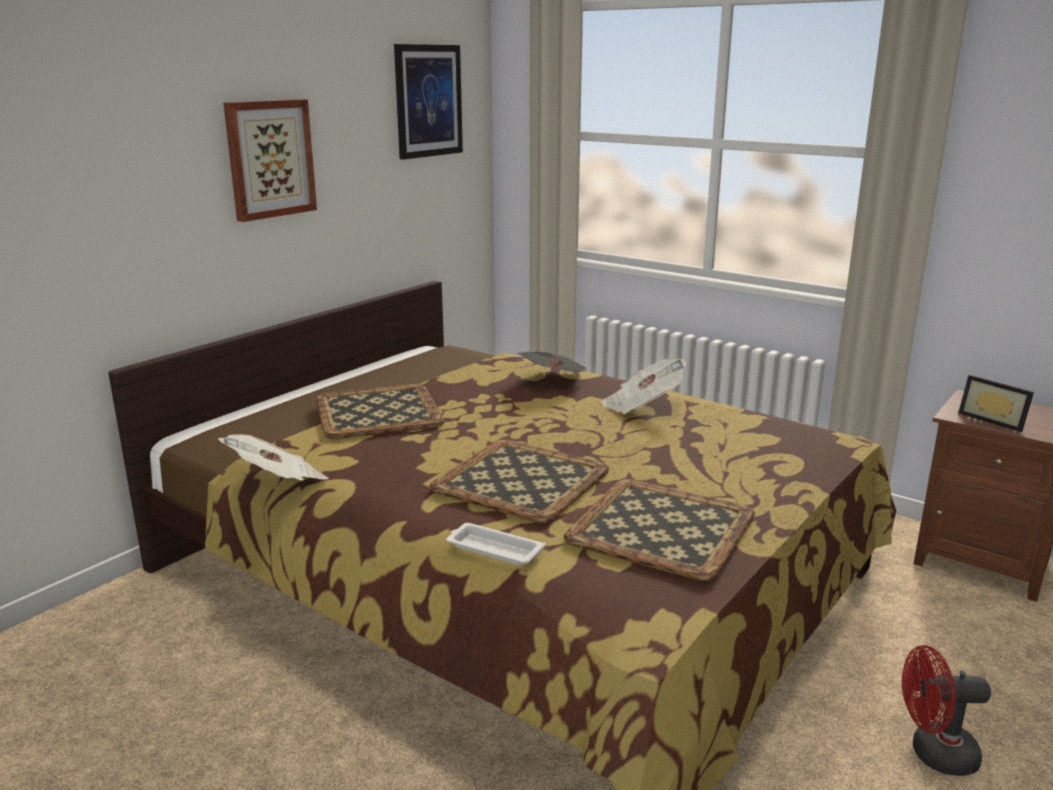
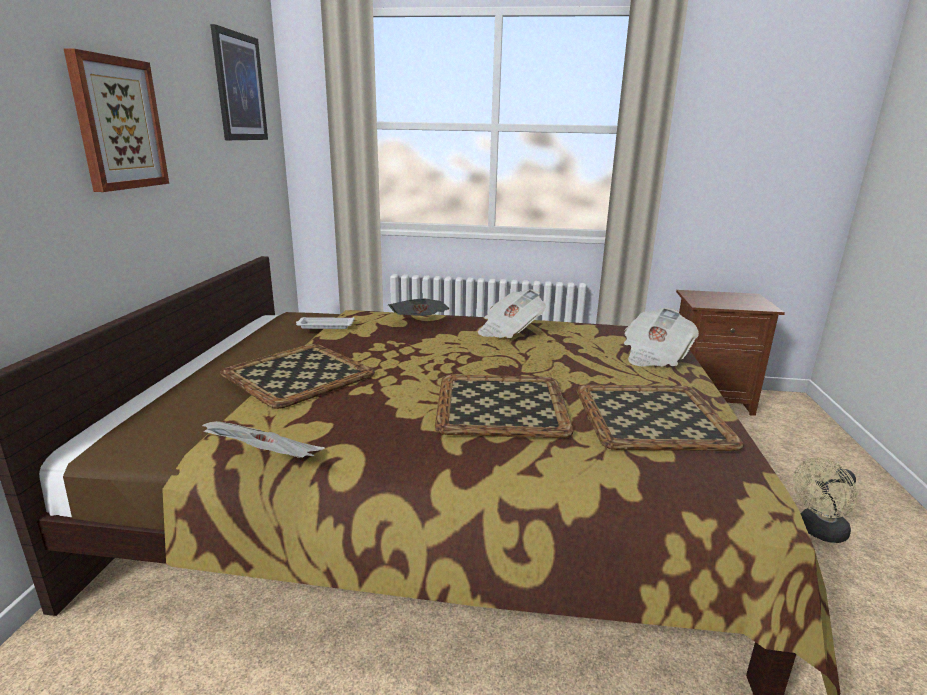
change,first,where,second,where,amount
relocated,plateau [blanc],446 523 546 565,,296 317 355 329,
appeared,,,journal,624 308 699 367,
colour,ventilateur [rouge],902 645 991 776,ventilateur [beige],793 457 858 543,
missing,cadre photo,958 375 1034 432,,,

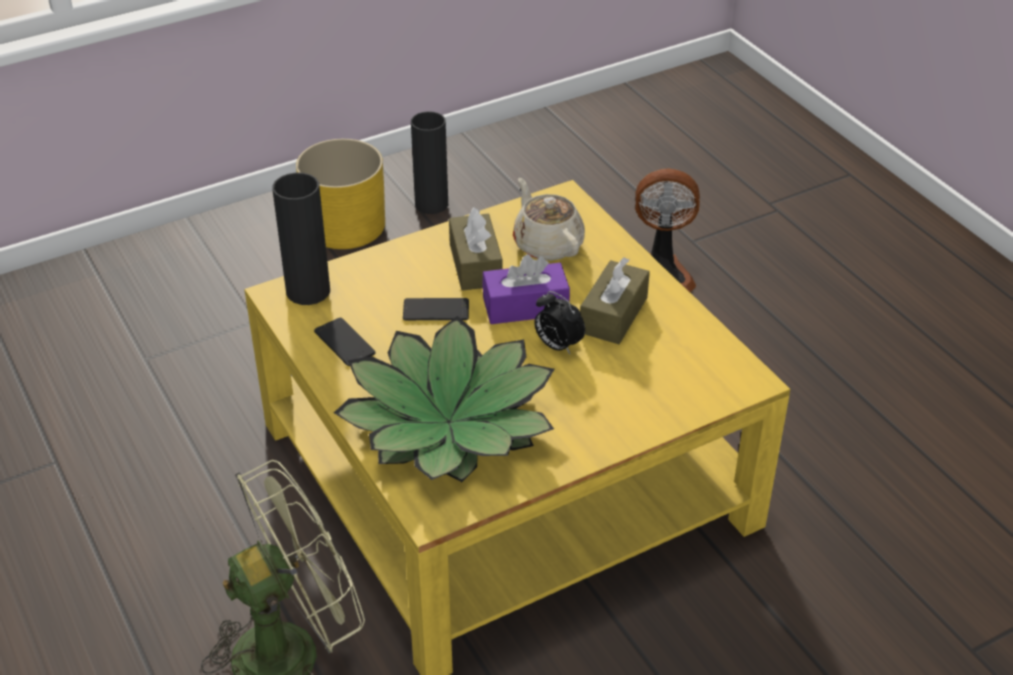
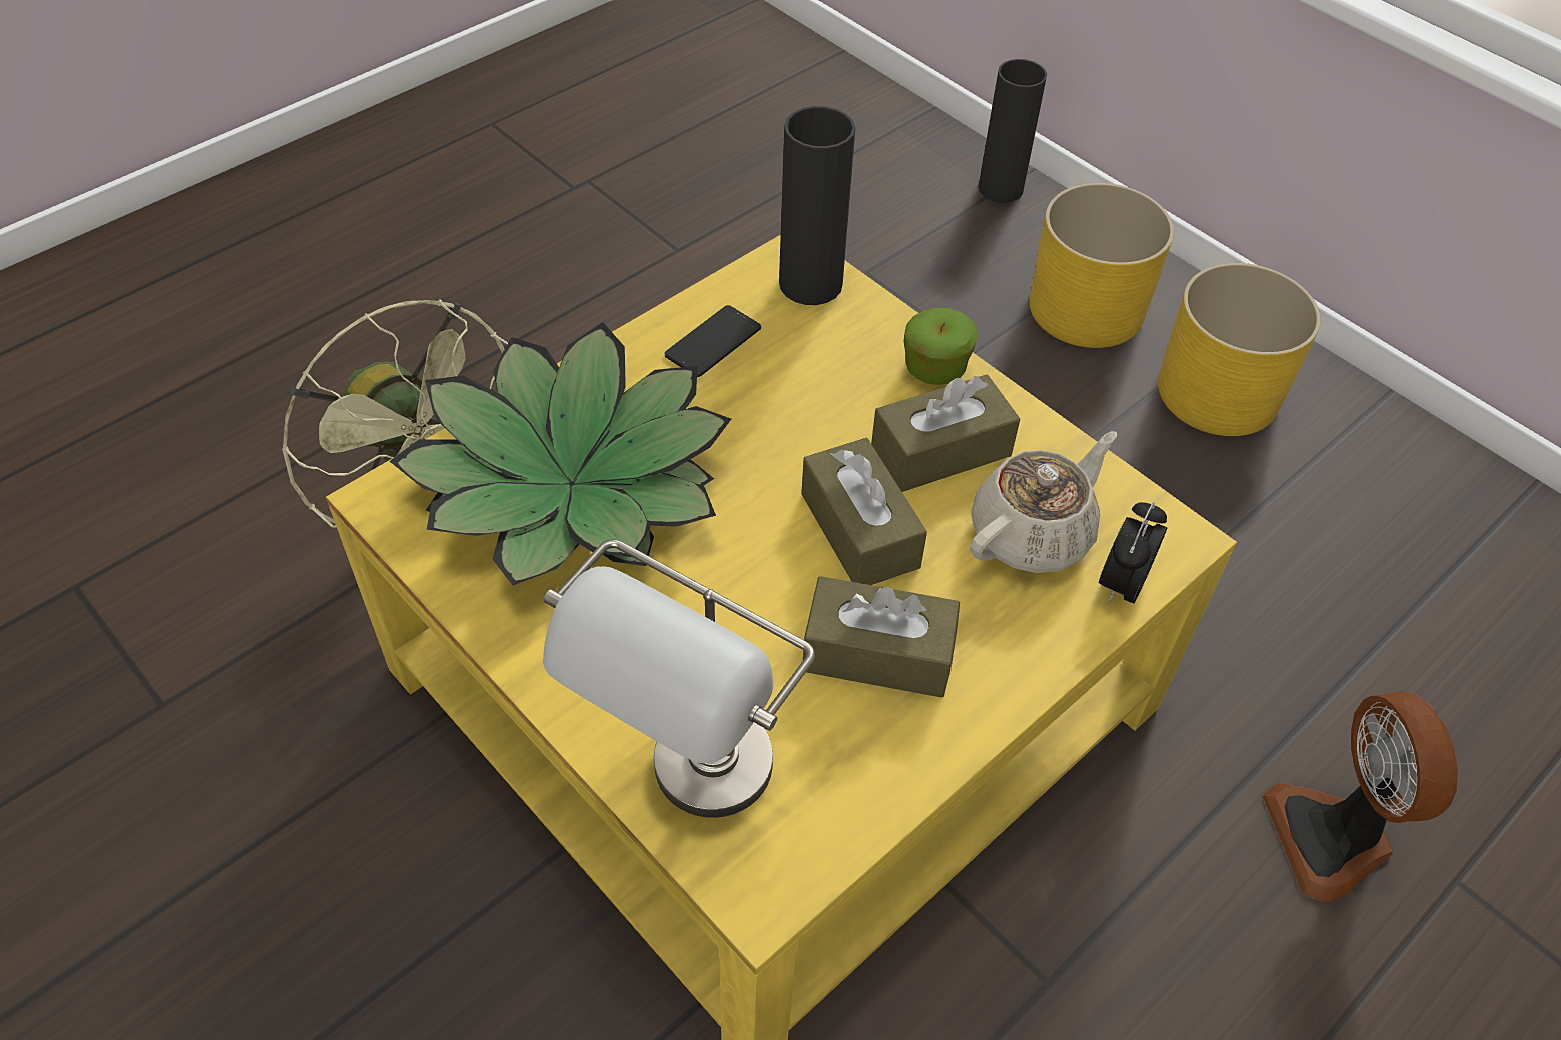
change,first,where,second,where,amount
appeared,,,lampe de table [gris],543 539 815 818,
colour,boîte à mouchoirs [violet],482 254 570 324,boîte à mouchoirs [marron],801 438 927 585,
appeared,,,pomme,903 308 978 385,
relocated,vase [noir],411 111 448 214,,978 59 1047 203,
appeared,,,cache-pot [jaune],1029 183 1174 348,
relocated,réveil,534 291 585 354,,1099 502 1168 604,
missing,téléphone,403 298 469 320,,,

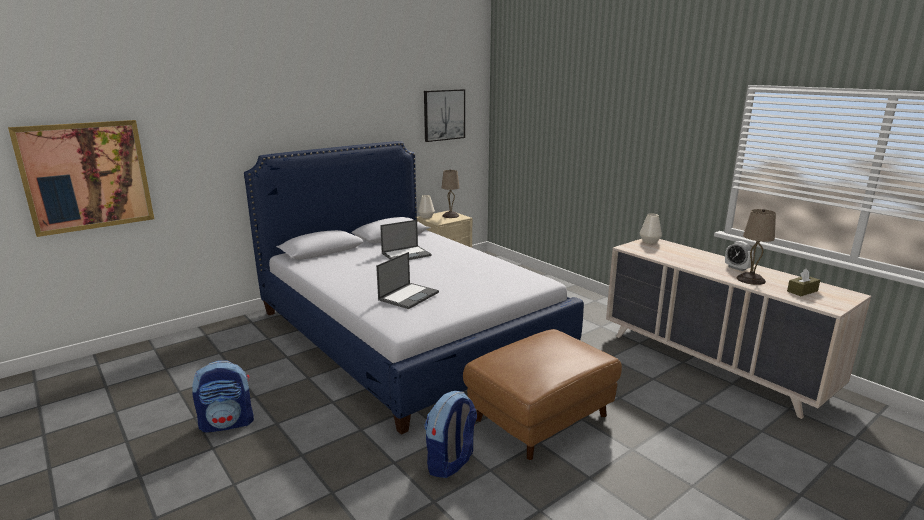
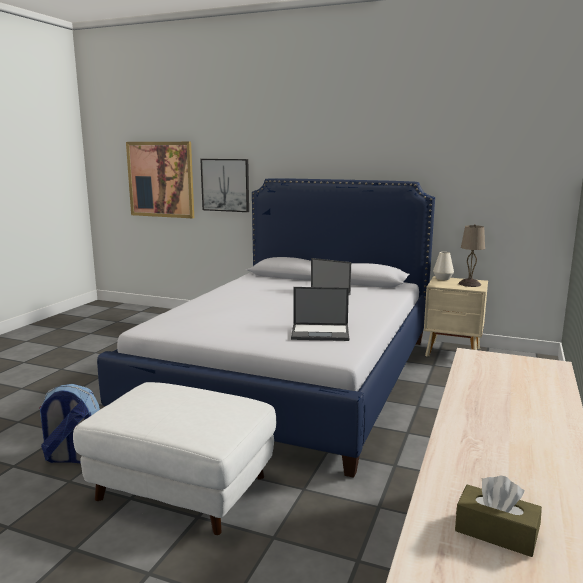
change,first,where,second,where,amount
colour,pouf [marron],463 329 622 460,pouf [blanc],73 382 276 535,
relocated,tableau,424 89 465 142,,200 159 249 212,
relocated,ordinateur portable,376 252 439 309,,291 287 349 341,
missing,sac à dos,192 360 254 433,,,
missing,vase [blanc],640 213 662 244,,,
missing,réveil,725 241 754 271,,,
missing,lampe de table [beige],737 209 776 285,,,

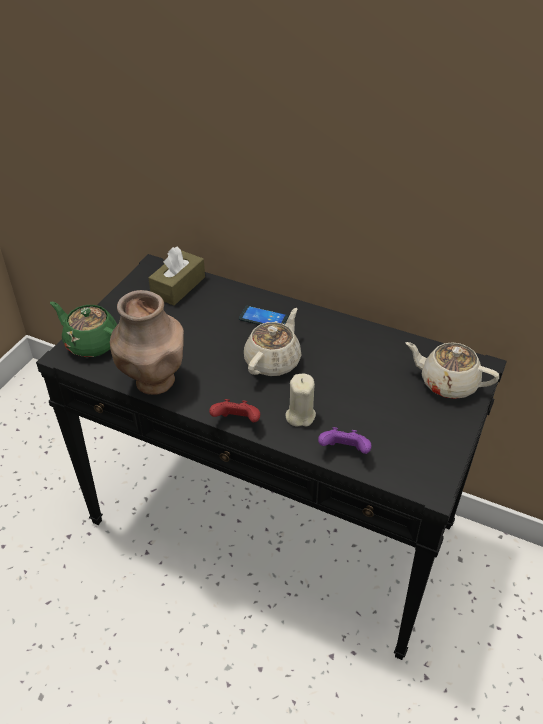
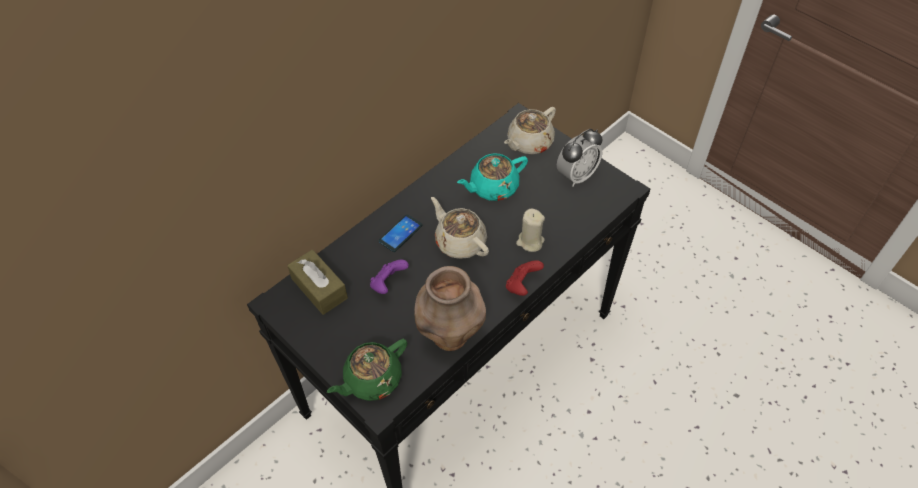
change,first,where,second,where,amount
relocated,manette [violet],318 427 371 454,,370 260 409 294,
appeared,,,théière [turquoise],457 153 528 201,
appeared,,,réveil,557 129 603 187,

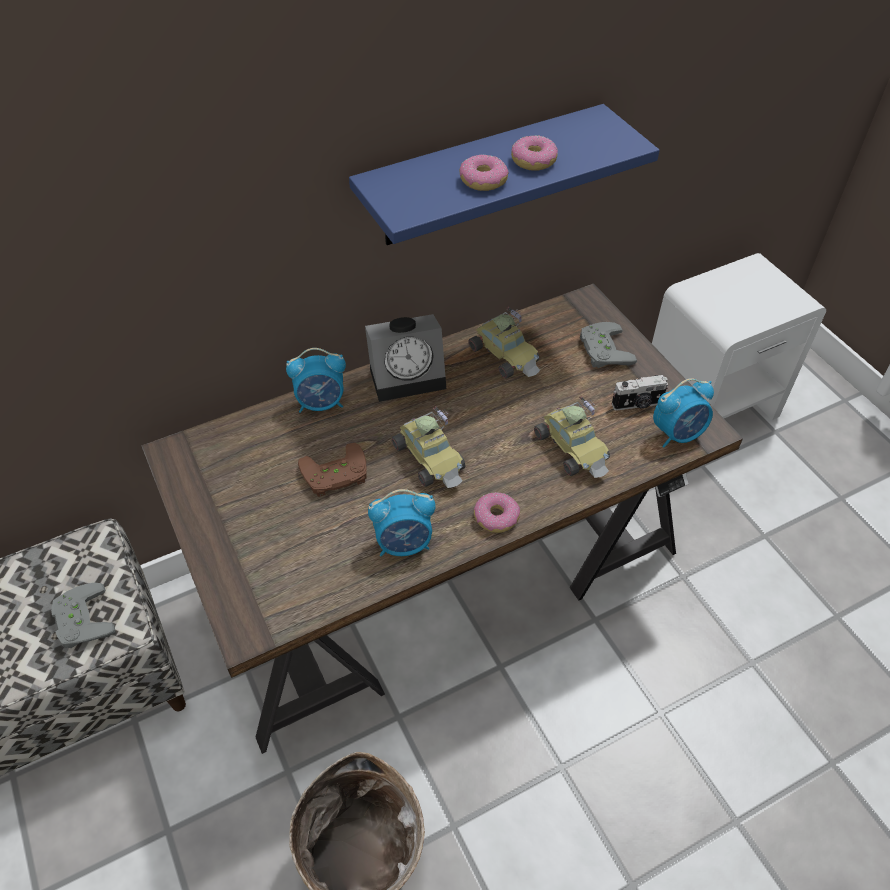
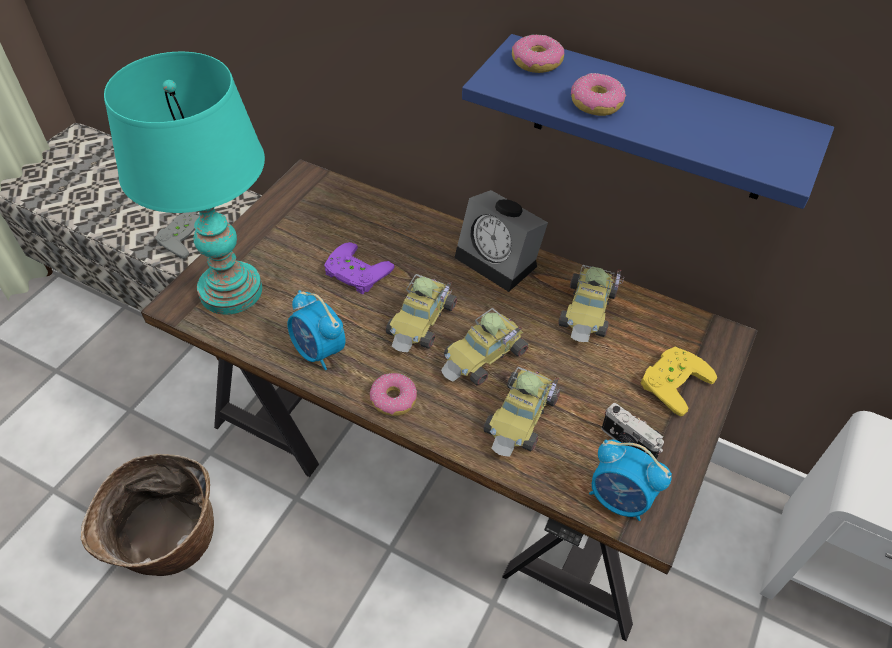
change,first,where,second,where,amount
appeared,,,lampe de table [turquoise],104 52 265 315,
colour,manette [marron],298 443 367 497,manette [violet],324 242 395 294,
appeared,,,petite voiture,441 308 528 385,
relocated,beignet,511 136 558 171,,512 34 564 73,
colour,manette [gris],580 322 637 368,manette [jaune],640 347 717 416,
missing,réveil,286 348 346 413,,,

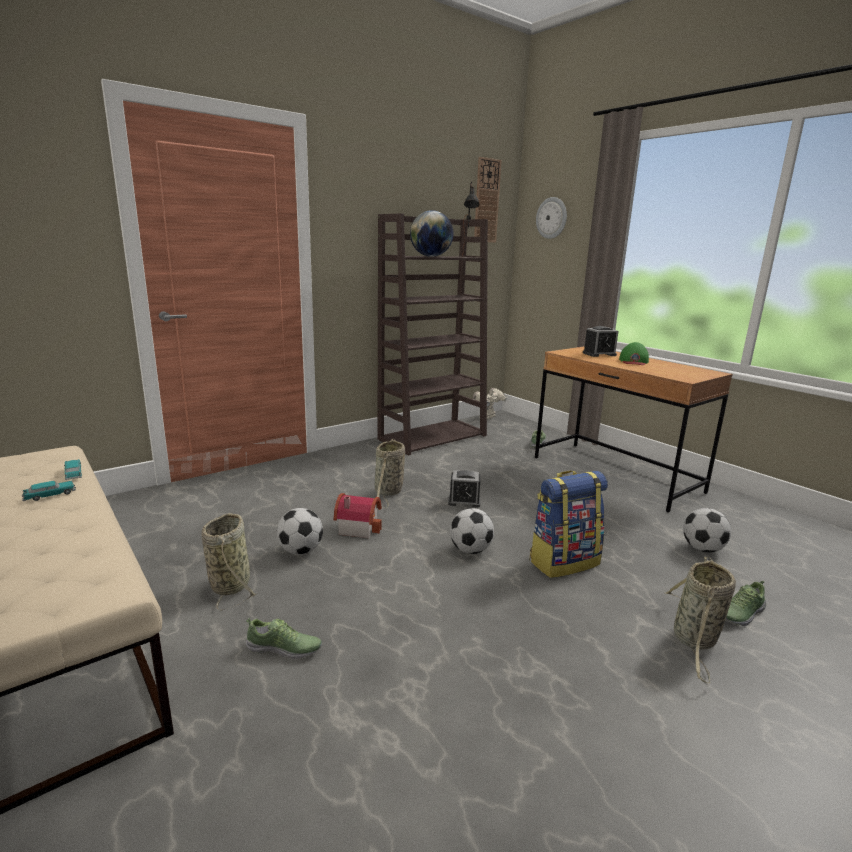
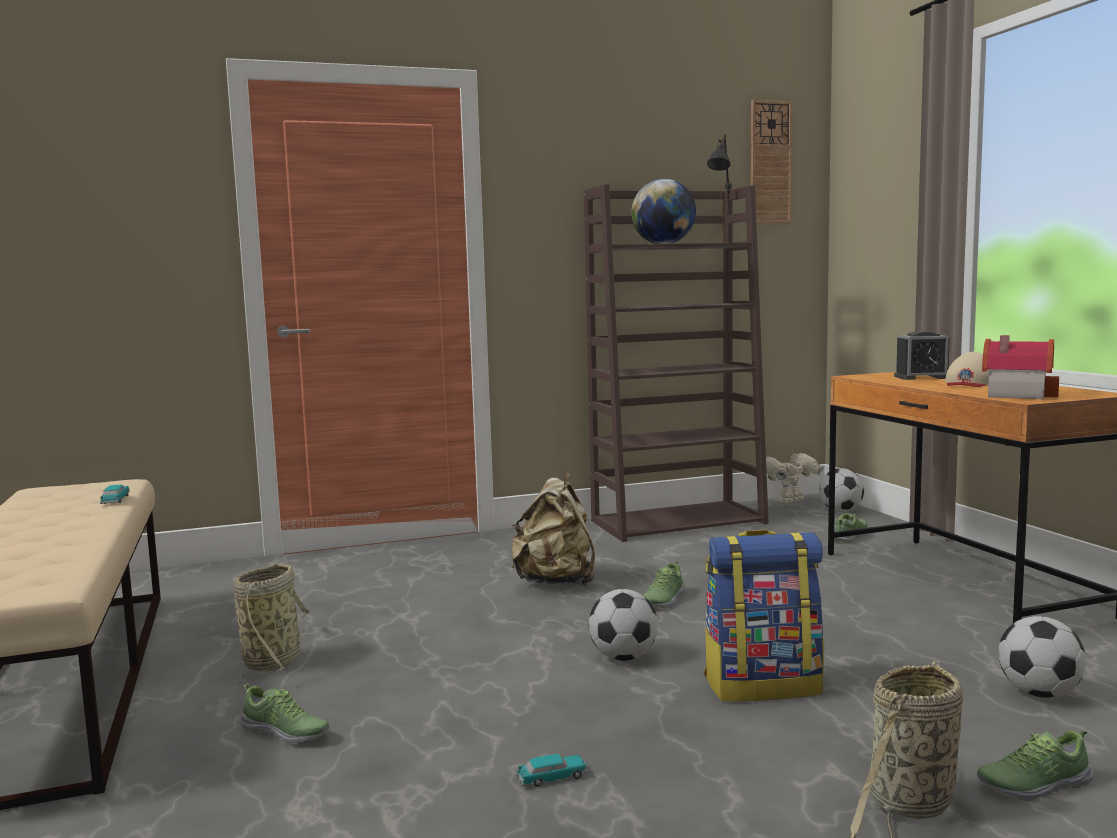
change,first,where,second,where,amount
exchanged,panier,375 439 405 508,sac à dos [beige],512 473 595 586,
relocated,petite voiture,22 481 76 501,,515 754 588 787,
exchanged,réveil,448 470 480 508,chaussure,643 561 686 608,
relocated,ballon de foot,277 508 323 555,,819 468 864 512,
colour,casquette [vert],619 342 649 365,casquette [beige],945 352 989 387,
relocated,maison miniature,334 493 382 538,,982 335 1059 399,
missing,horloge murale,536 197 567 239,,,

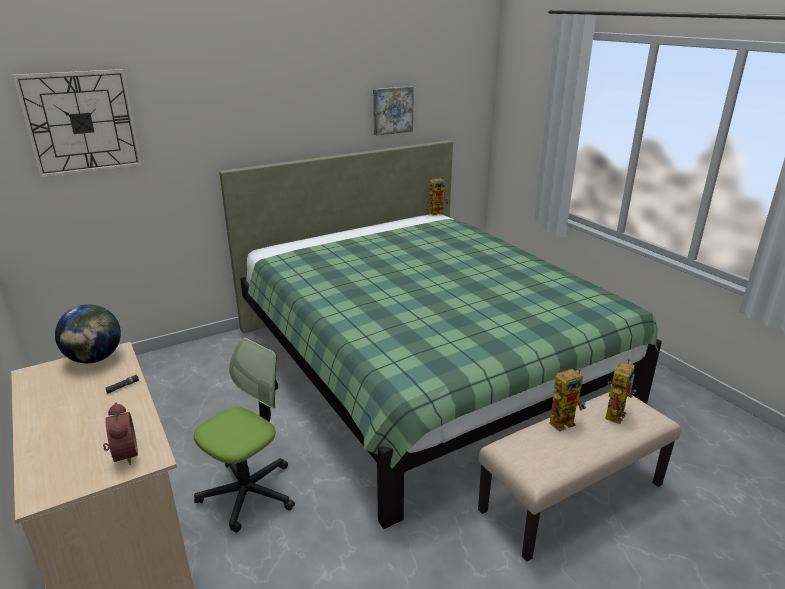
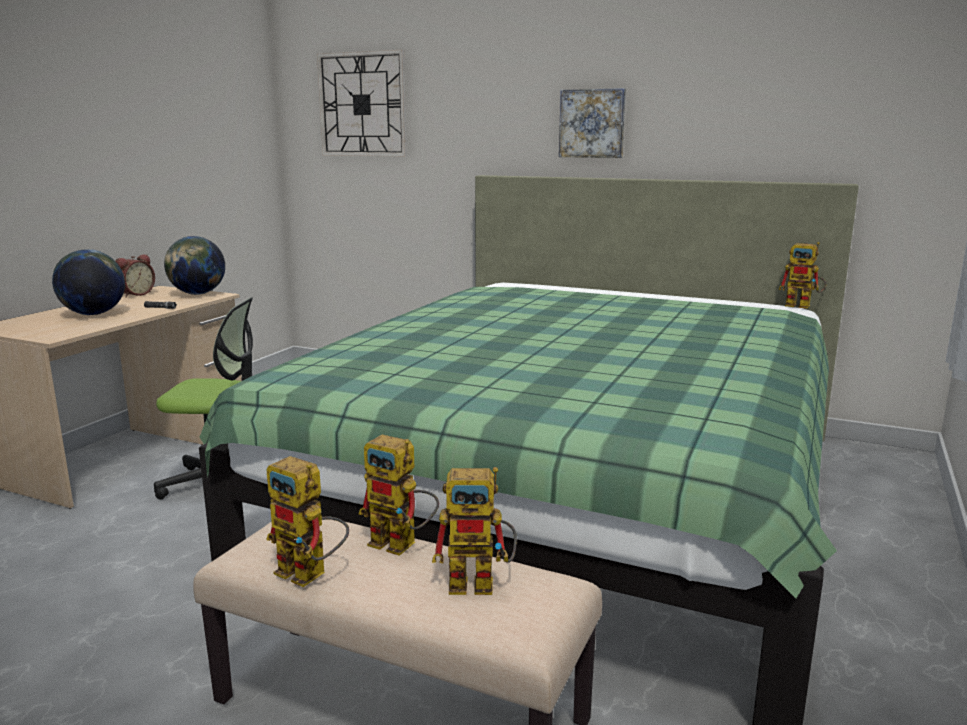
change,first,where,second,where,amount
appeared,,,globe,52 249 125 315,
relocated,réveil,103 402 138 465,,116 254 155 297,
appeared,,,robot jouet,266 456 349 587,
relocated,tableau,373 86 414 136,,559 88 626 158,

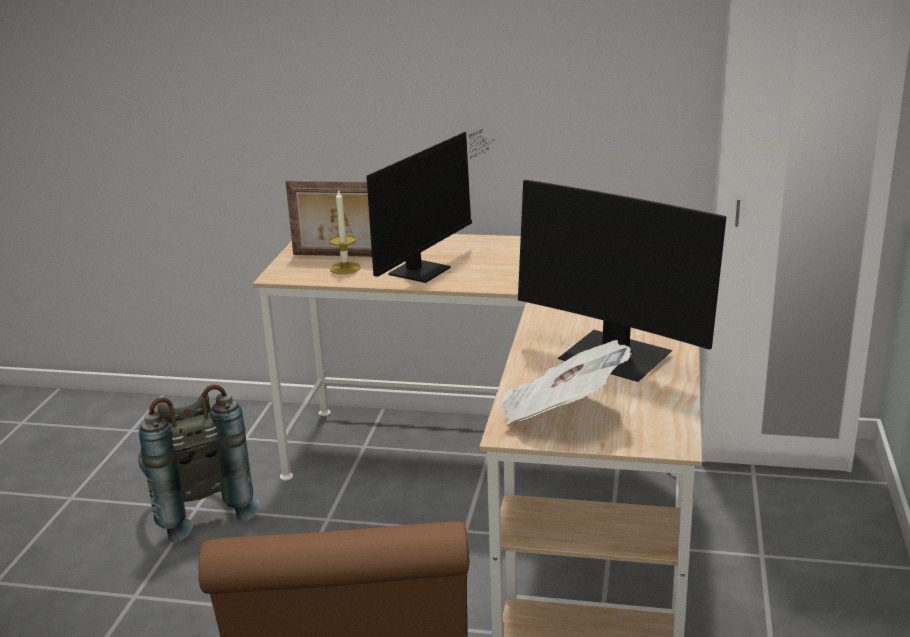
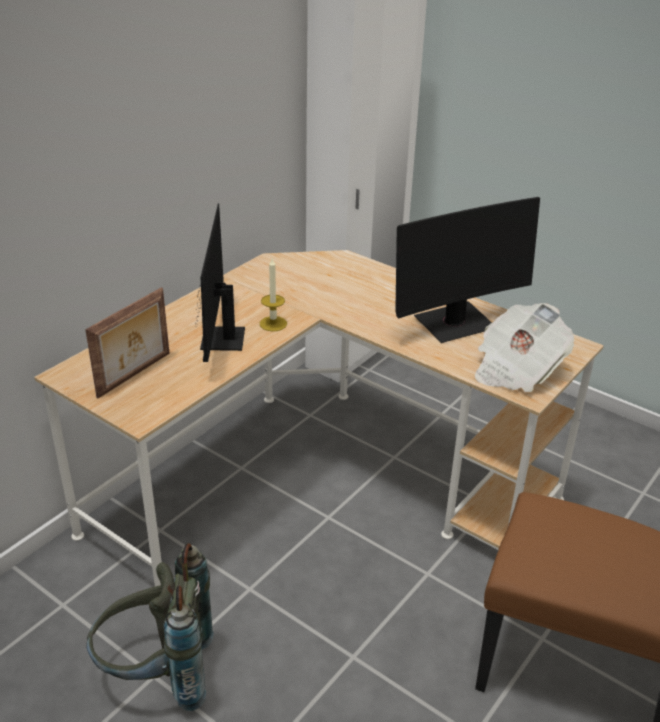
change,first,where,second,where,amount
spun,écran d'ordinateur,366 129 495 283,,194 203 245 362,150 degrees counterclockwise
relocated,bougie,330 189 361 274,,260 259 287 331,

